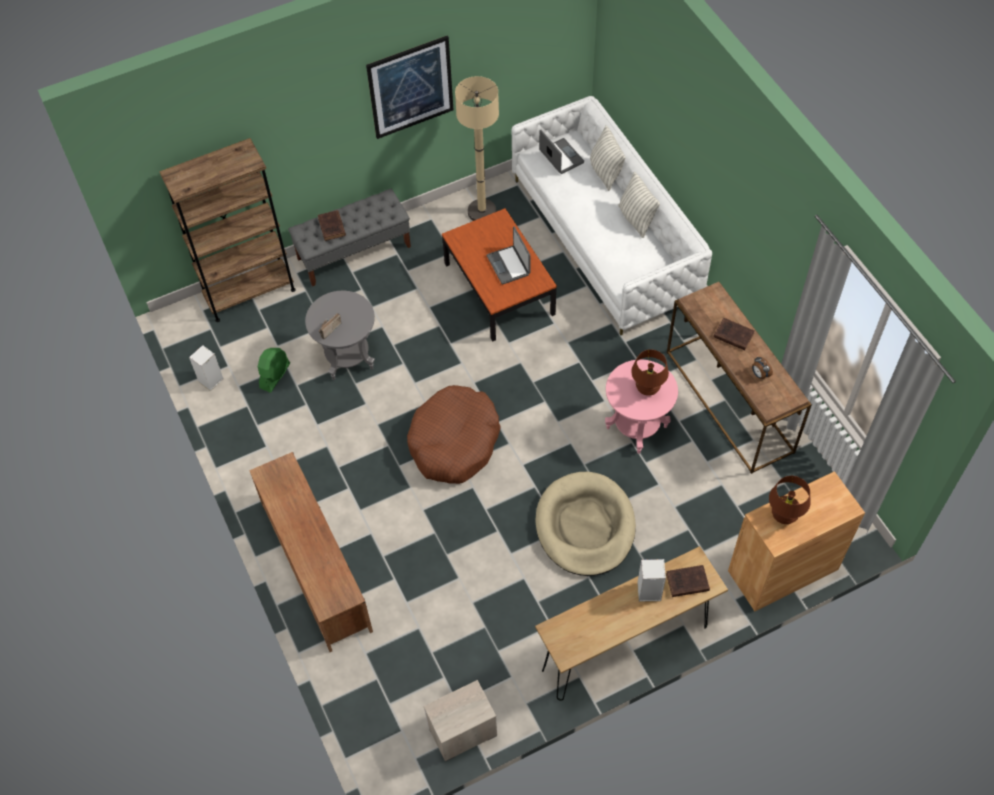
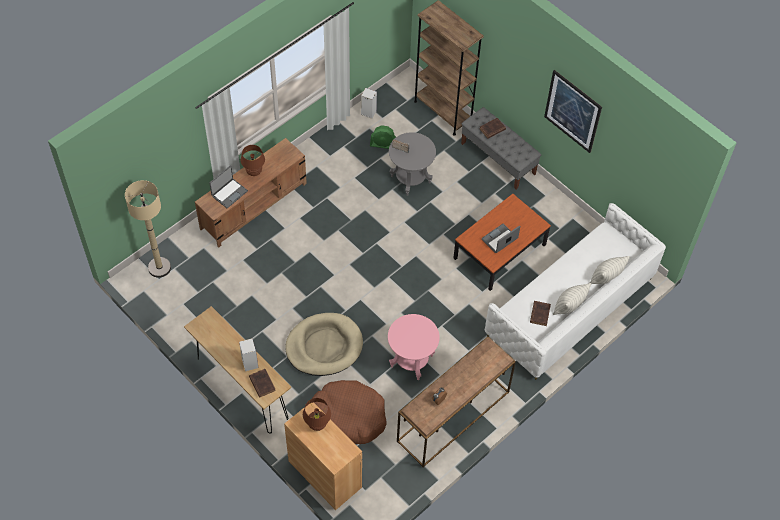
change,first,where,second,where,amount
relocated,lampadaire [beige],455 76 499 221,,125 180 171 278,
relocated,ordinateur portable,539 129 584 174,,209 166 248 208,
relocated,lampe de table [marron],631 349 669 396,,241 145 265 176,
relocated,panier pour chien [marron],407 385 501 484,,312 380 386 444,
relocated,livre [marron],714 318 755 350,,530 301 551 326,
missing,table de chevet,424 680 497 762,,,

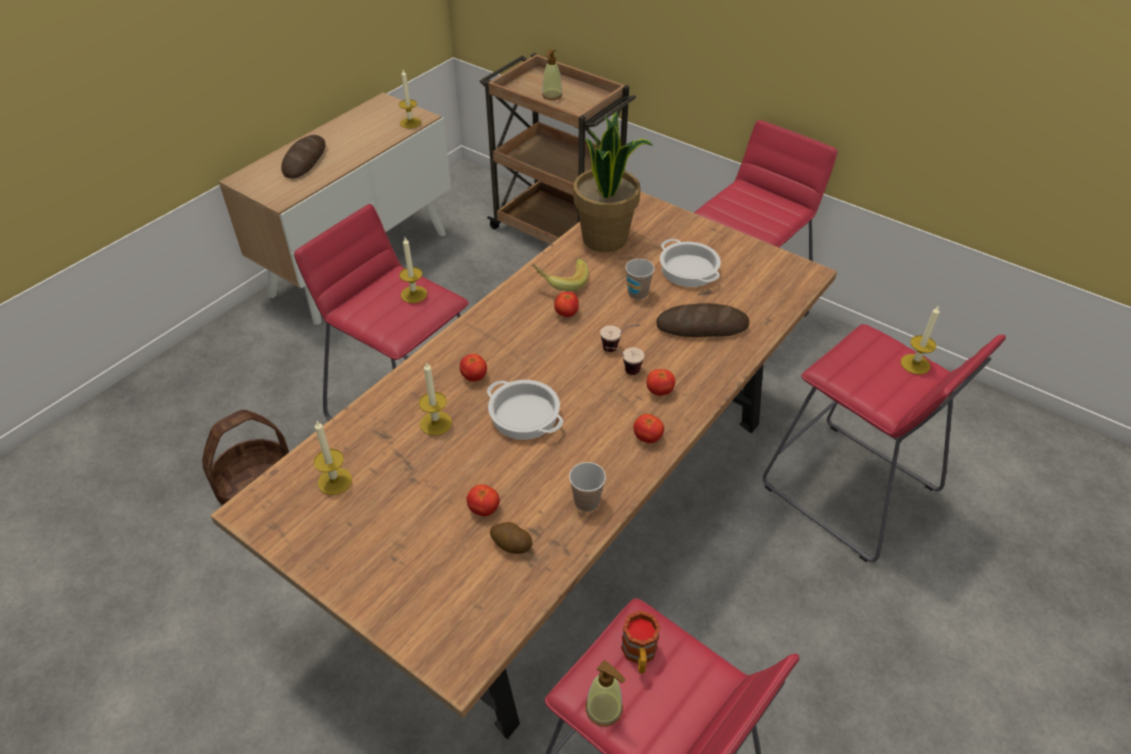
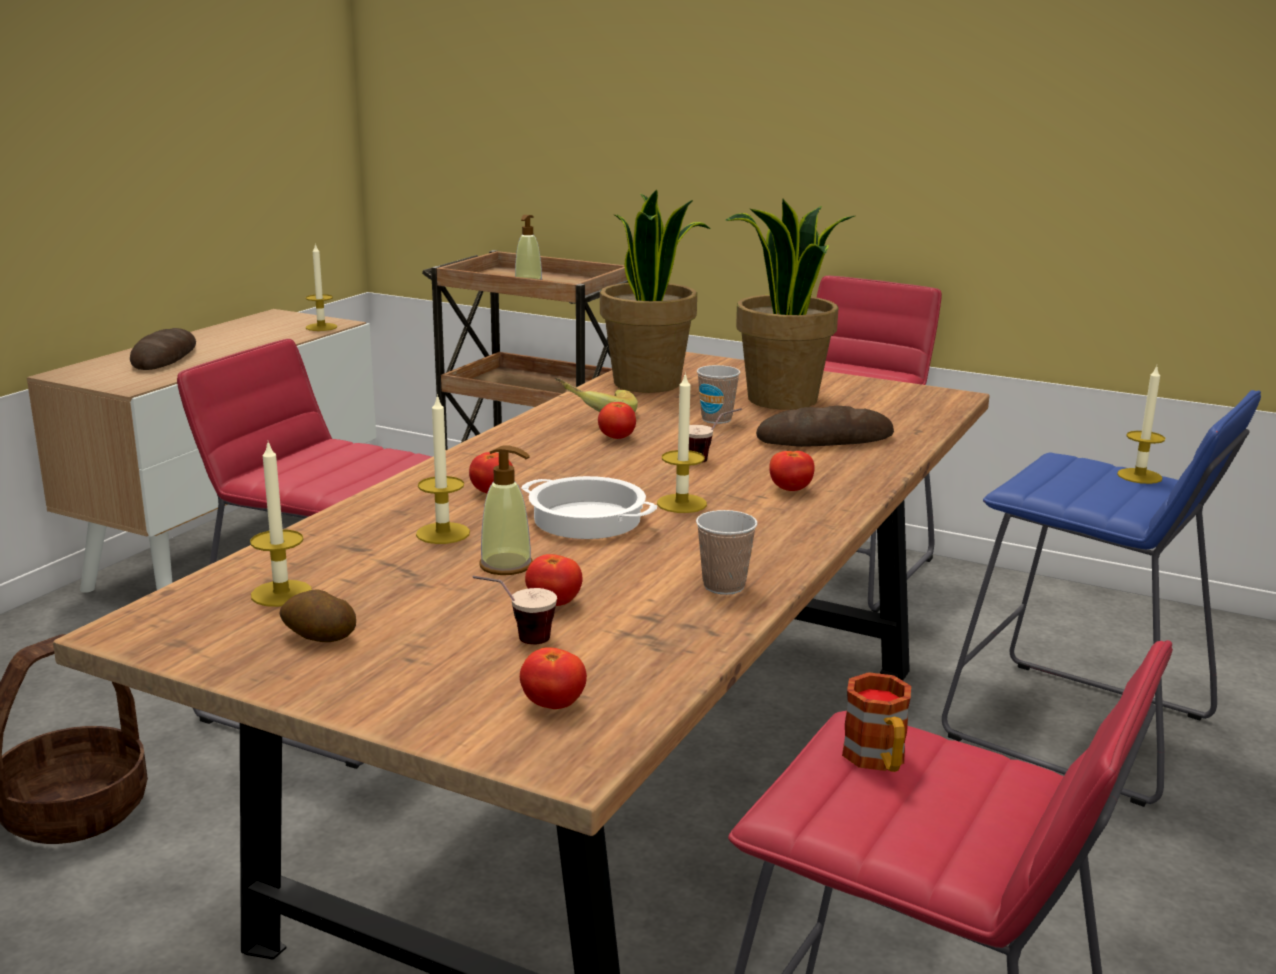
change,first,where,second,where,amount
relocated,pomme de terre,490 522 532 554,,279 589 356 642,
relocated,tasse,605 347 644 375,,472 576 557 645,
relocated,distributeur de savon,585 660 625 726,,480 445 533 575,
relocated,tomate,633 414 664 443,,520 647 587 709,
relocated,bougie,399 237 427 303,,657 372 707 513,
exchanged,marmite,660 239 721 287,plante en pot,725 199 855 410,
colour,tabouret [rouge],763 324 1006 562,tabouret [bleu],942 390 1261 807,

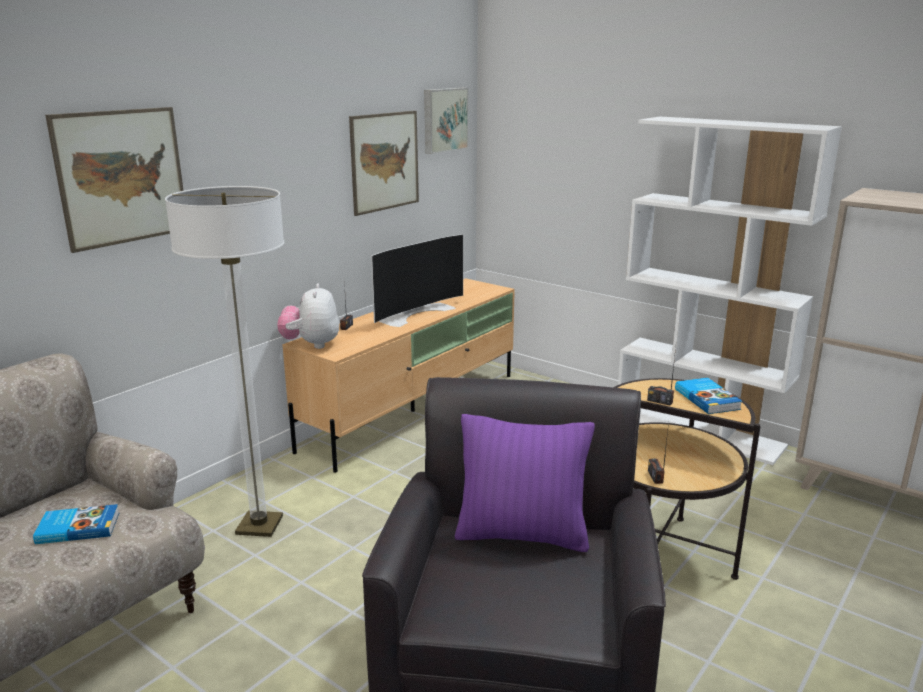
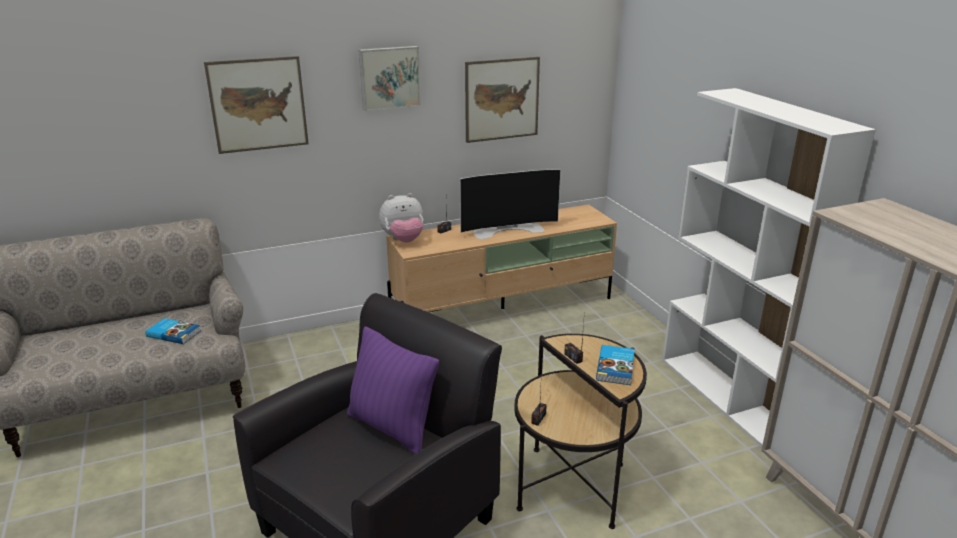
change,first,where,second,where,amount
relocated,tableau,424 88 468 154,,359 46 421 111,
spun,peluche,277 283 339 349,,379 193 424 243,135 degrees counterclockwise
missing,lampadaire,165 186 285 537,,,

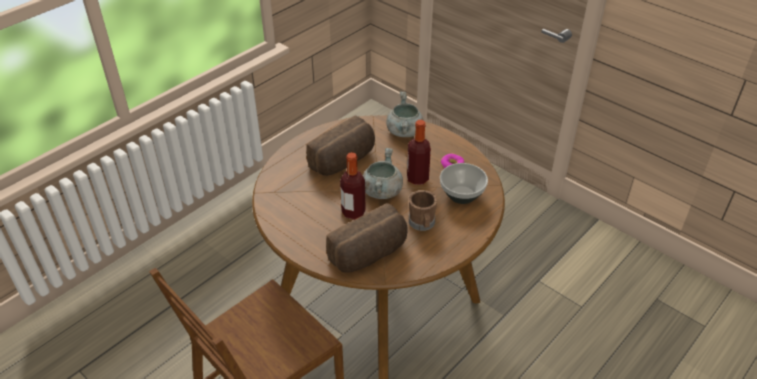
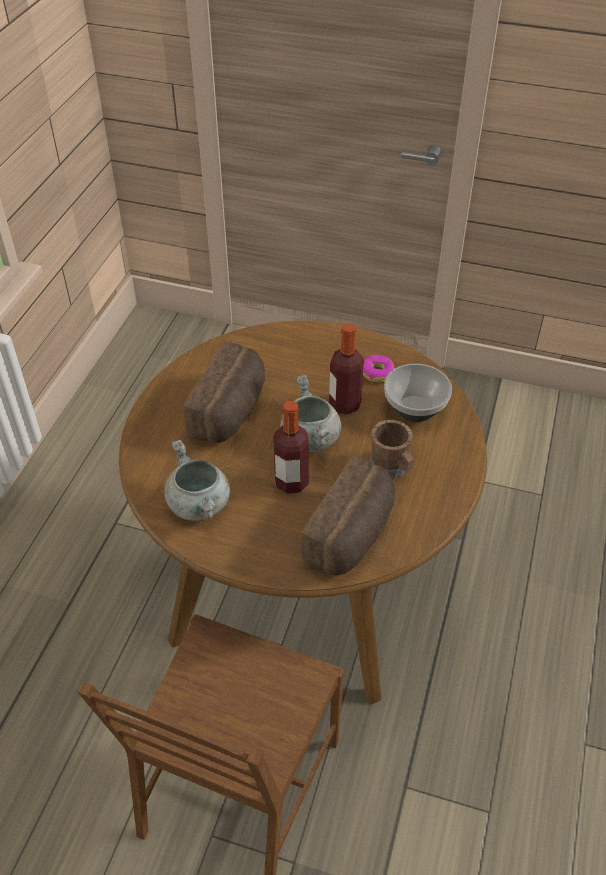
change,first,where,second,where,amount
relocated,marmite [gris],386 91 424 137,,164 440 230 521,

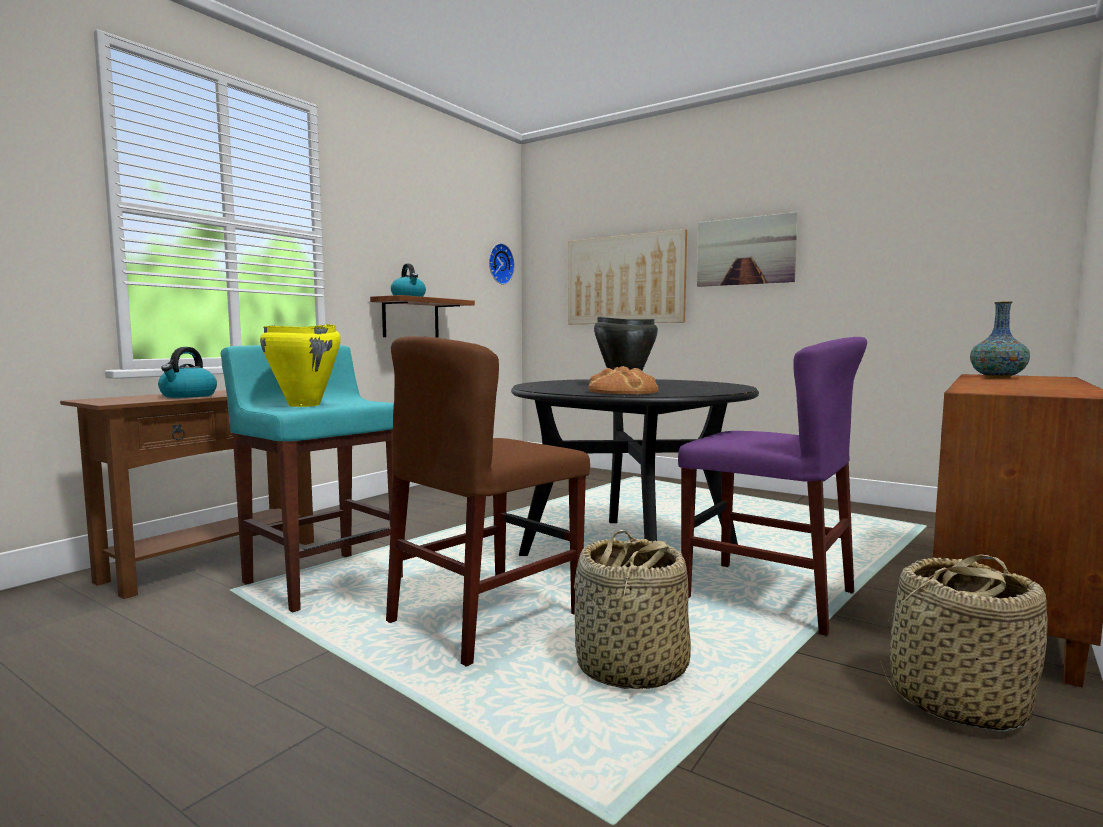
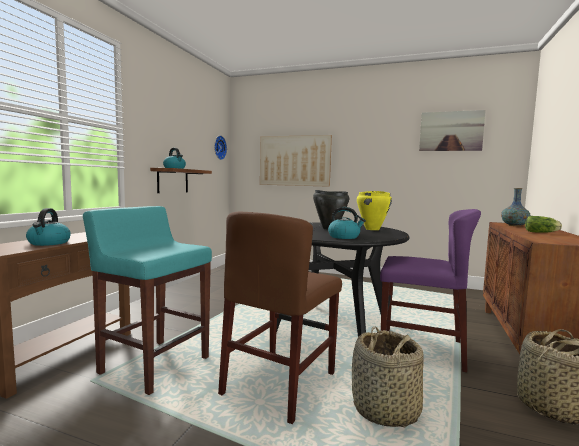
change,first,where,second,where,amount
exchanged,pain,588 366 659 395,bouilloire,328 207 366 239,
relocated,marmite [jaune],260 324 341 407,,357 191 392 230,
relocated,tableau,697 212 798 287,,419 110 486 151,
appeared,,,laitue,525 216 562 233,

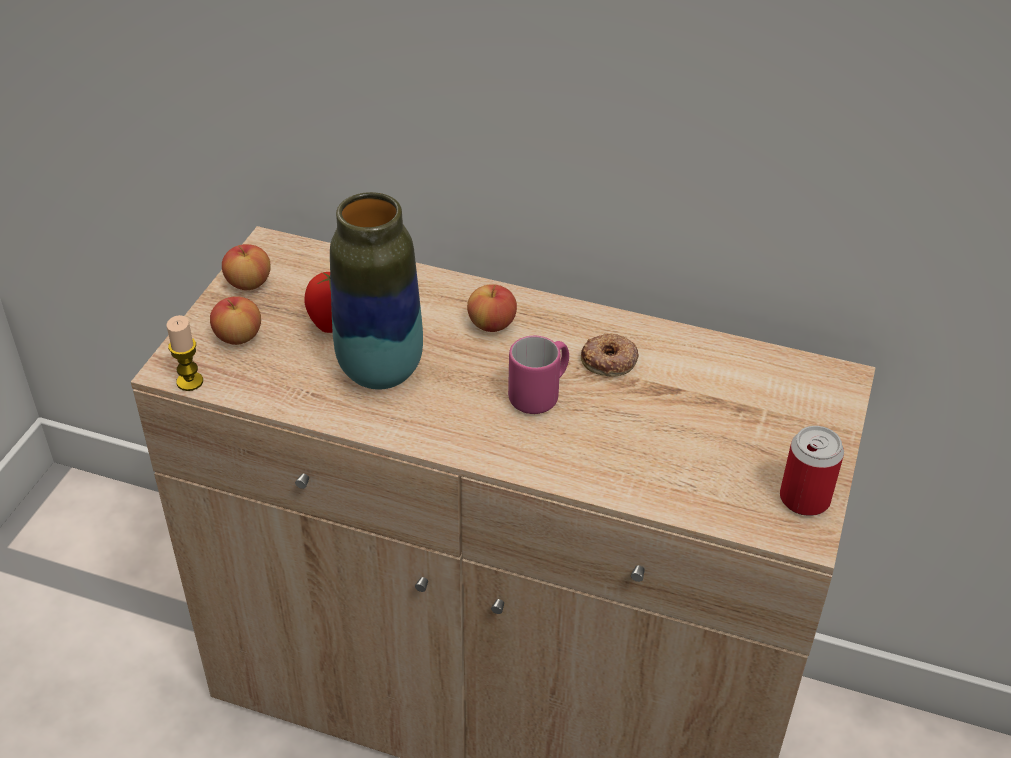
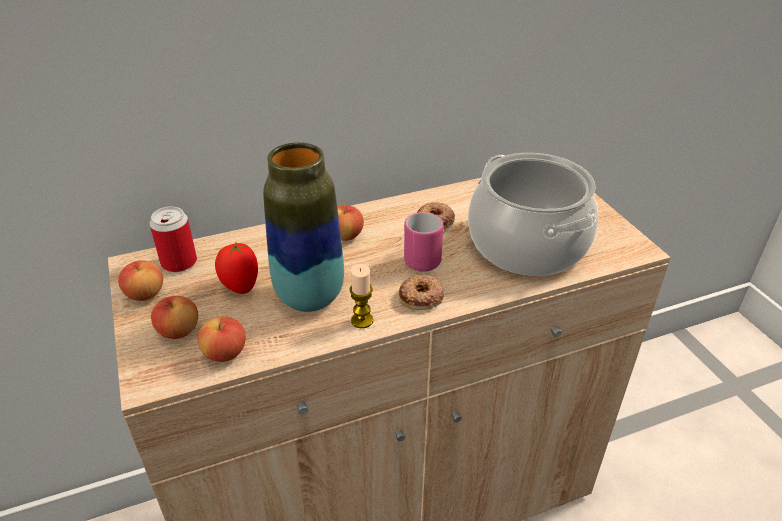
change,first,where,second,where,amount
relocated,boîte métallique,780 426 844 516,,150 206 197 272,
appeared,,,pomme,198 316 246 362,
relocated,bougie,167 315 203 391,,349 264 373 328,
appeared,,,beignet,399 275 444 310,
appeared,,,marmite,468 153 599 276,

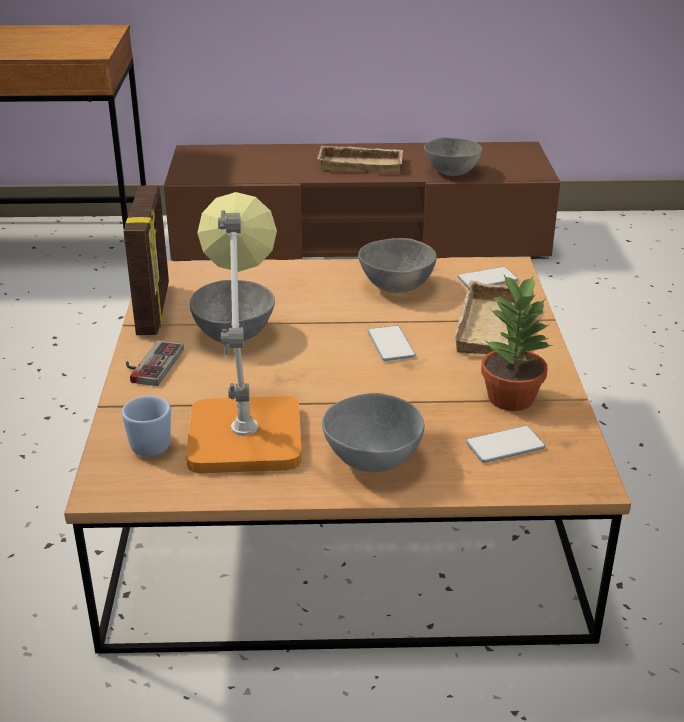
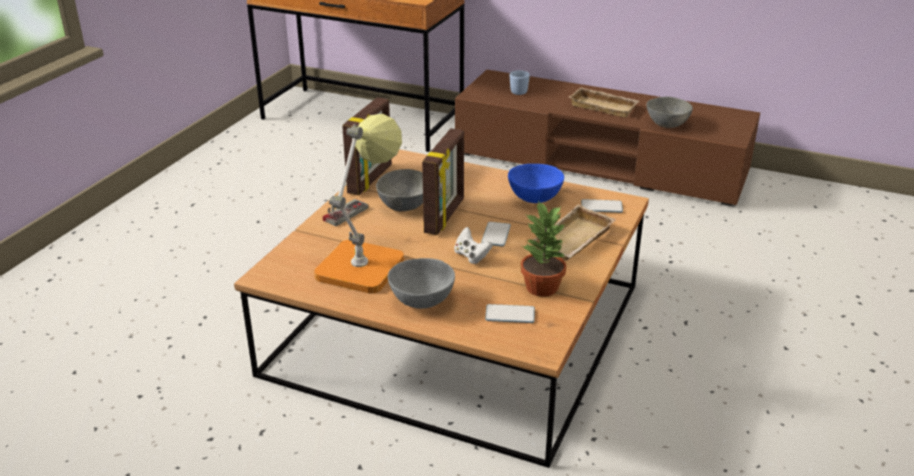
change,first,where,second,where,amount
appeared,,,cadre photo,422 128 464 235,
appeared,,,manette [blanc],454 227 492 264,
colour,bol [gris],358 238 437 293,bol [bleu],508 164 564 203,
relocated,mug [bleu],122 396 171 457,,510 70 530 95,

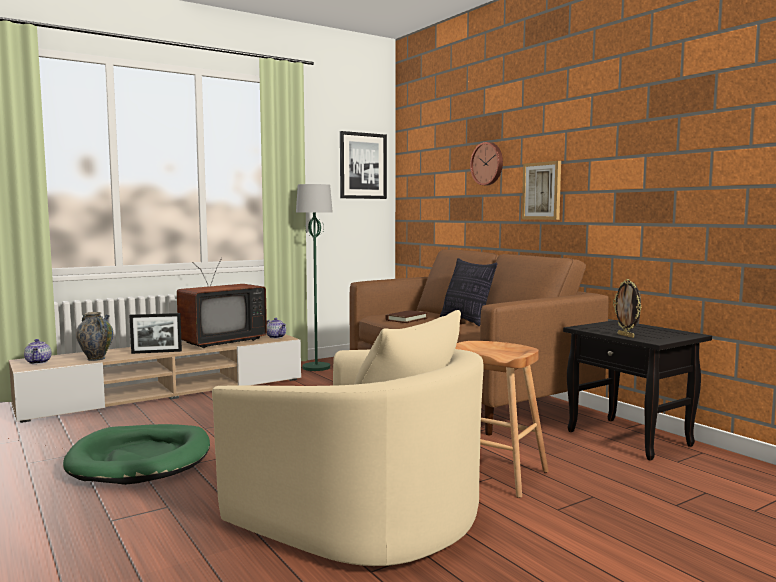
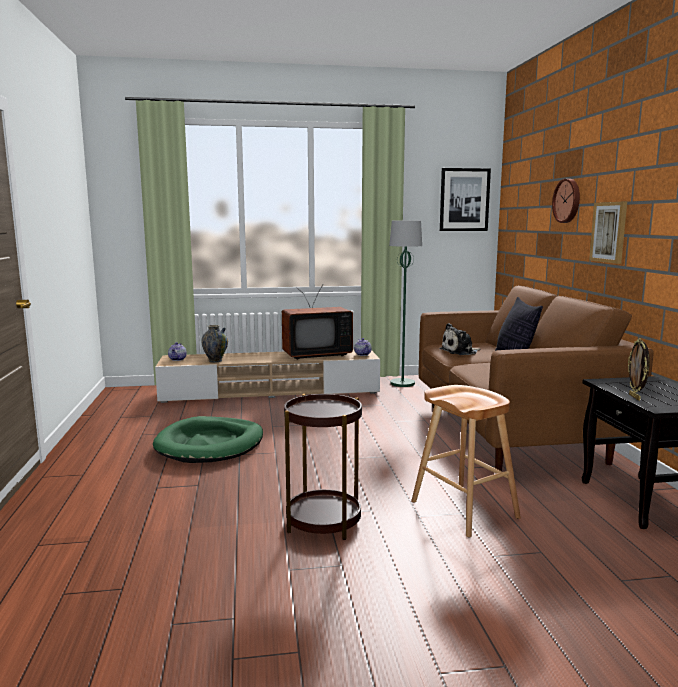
change,first,where,second,where,amount
exchanged,fauteuil [beige],212 310 484 566,table d'appoint [marron],284 394 362 540,
exchanged,livre [marron],385 310 428 323,peluche,440 323 481 355,
missing,cadre photo,130 313 182 354,,,

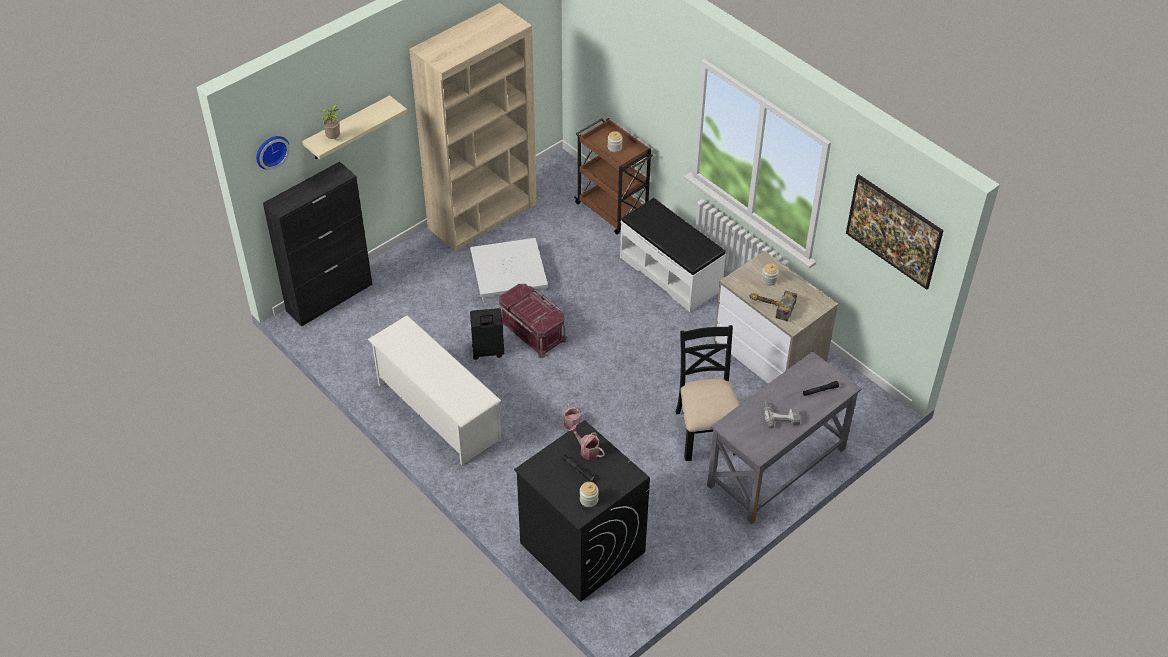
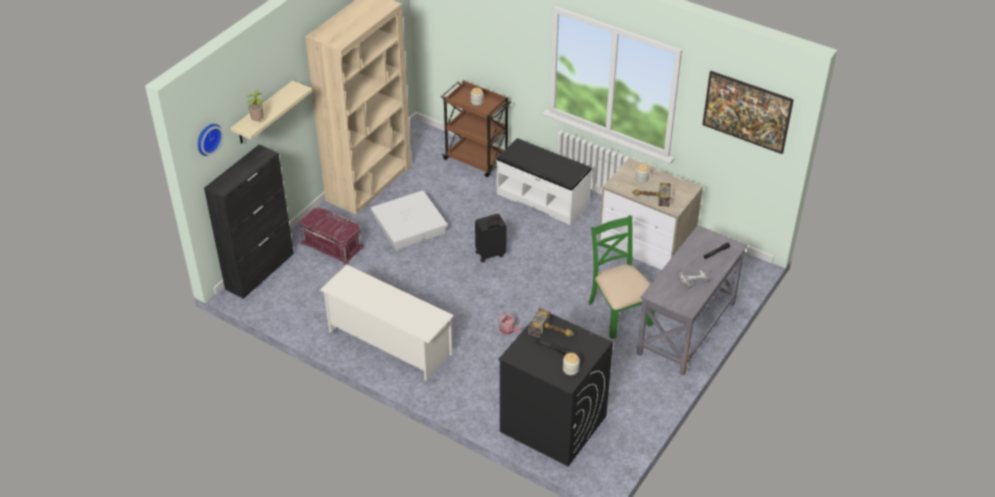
change,first,where,second,where,amount
relocated,boîte de rangement [rouge],499 284 568 358,,300 207 365 265,
relocated,valise [noir],470 308 504 360,,475 214 506 262,
exchanged,arrosoir,569 426 605 460,marteau,528 308 574 338,
colour,chaise [noir],675 325 740 461,chaise [vert],588 215 655 339,

